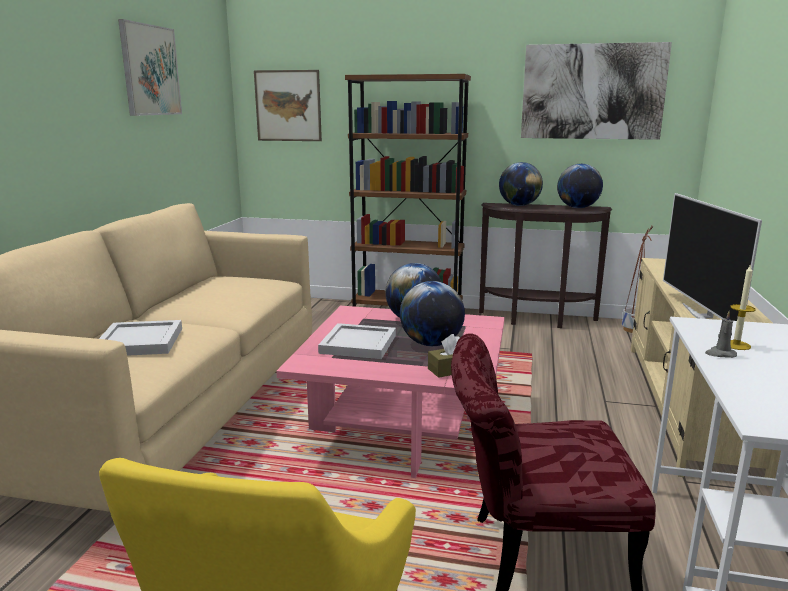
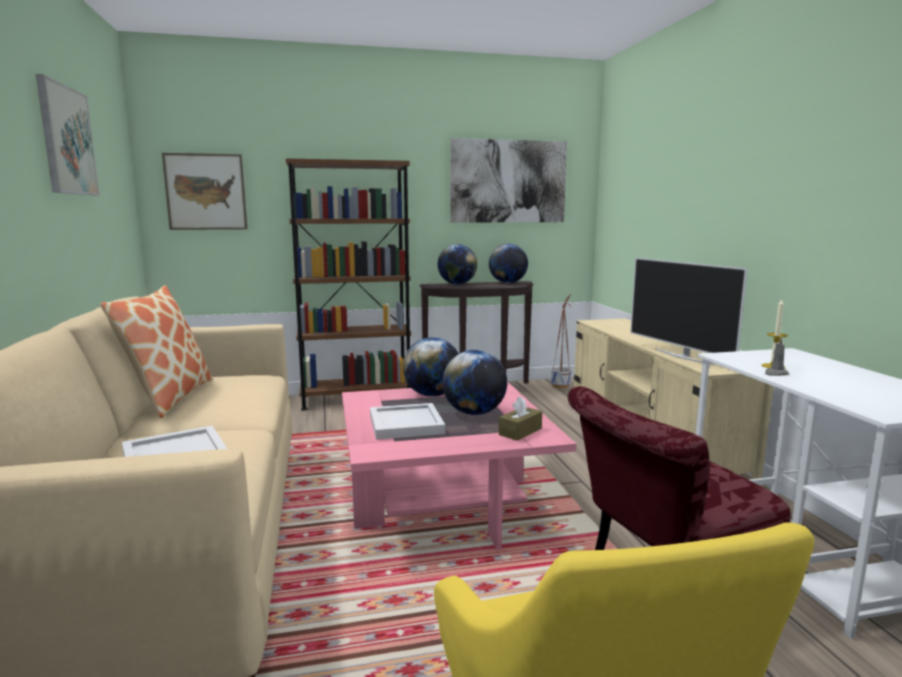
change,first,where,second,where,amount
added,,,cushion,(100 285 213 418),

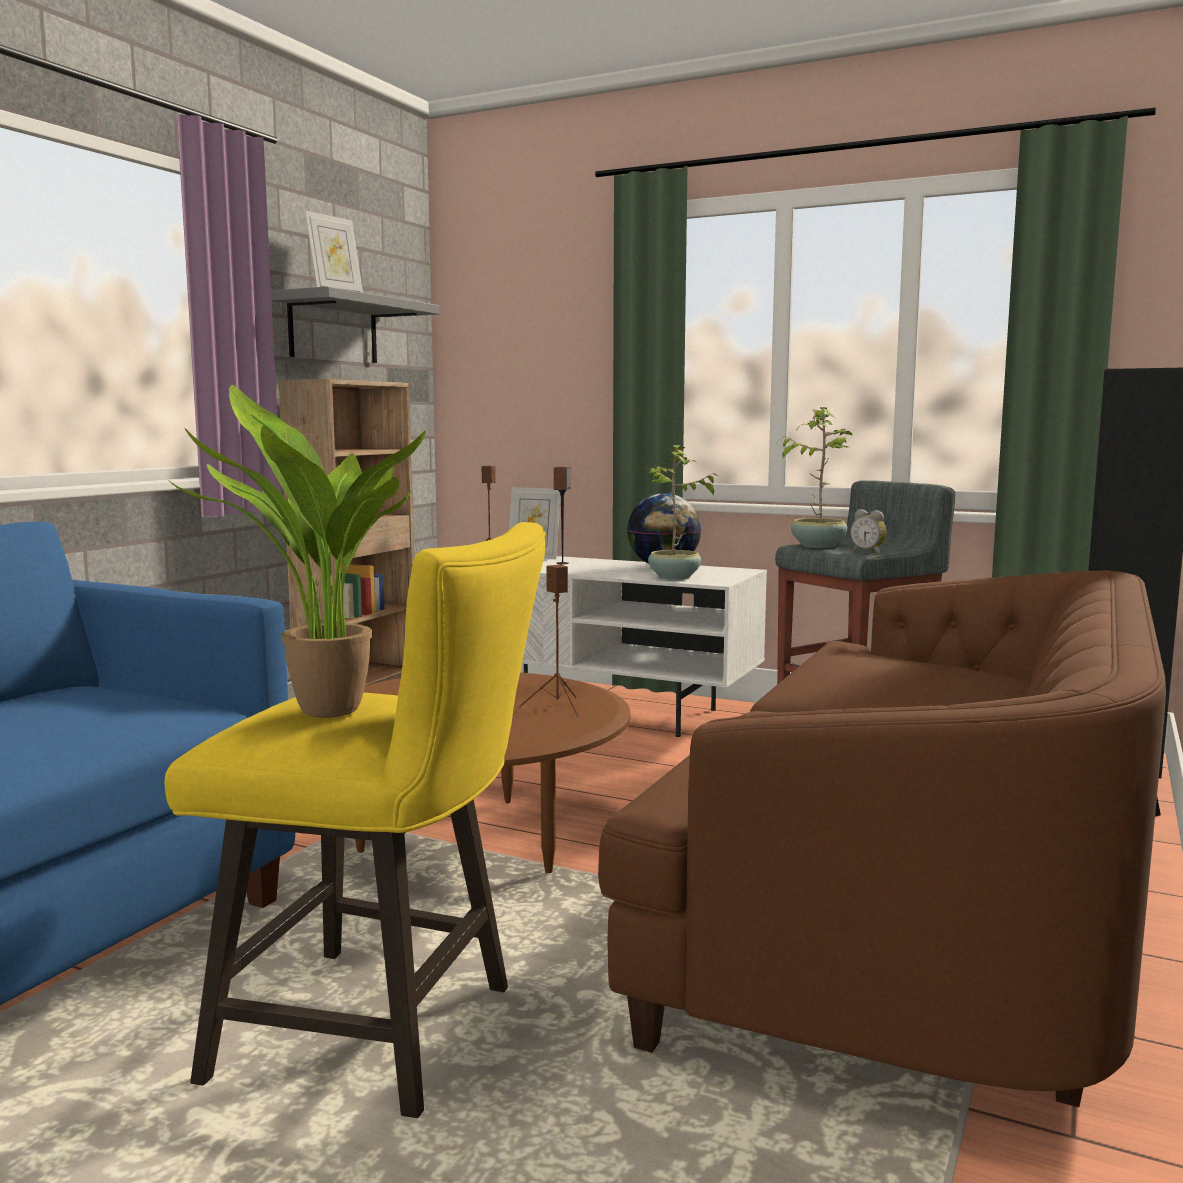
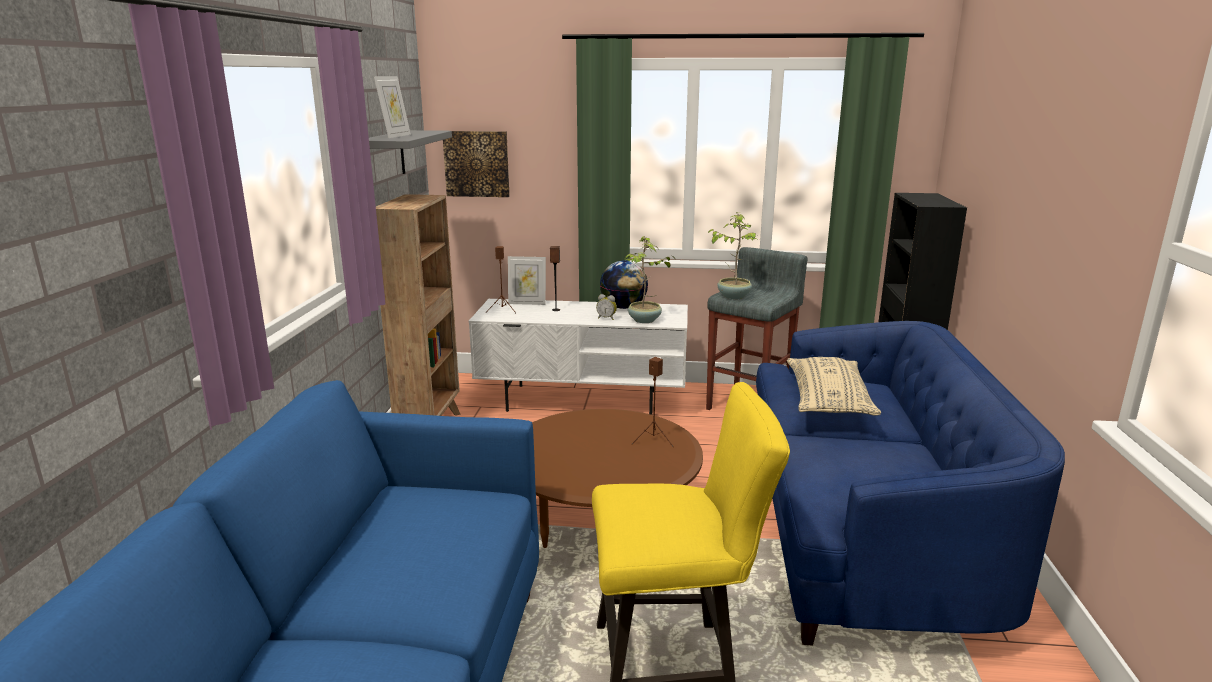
change,first,where,second,where,amount
removed,potted plant,(166 385 426 718),,,
added,,,wall picture,(443 131 509 197),
added,,,sand-coloured cushion,(787 357 881 416),
moved,bedside clock,(850 509 887 554),,(596 294 617 320),
recoloured,brownish sofa,(598 570 1166 1107),bluish sofa,(756 321 1065 646),

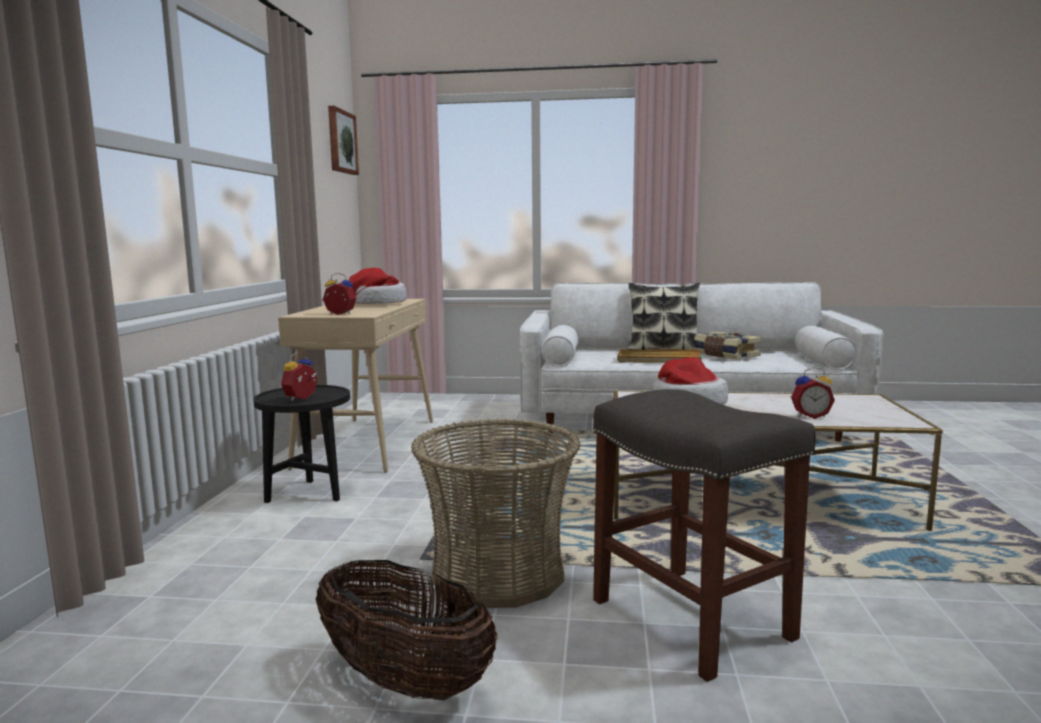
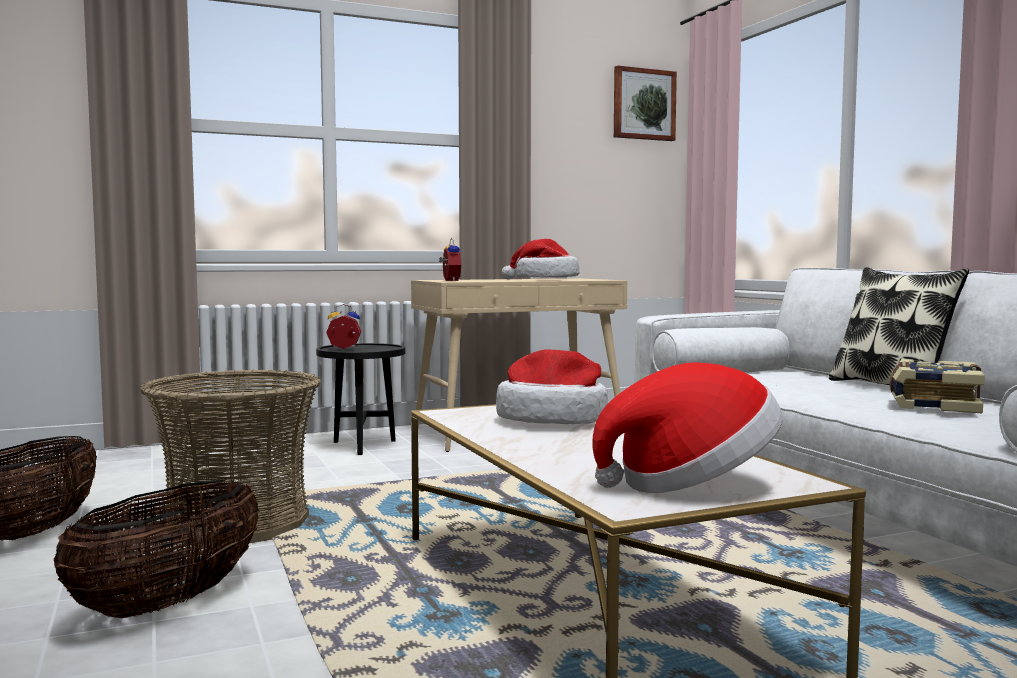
change,first,where,second,where,amount
removed,sand-coloured carrying tray,(617 349 702 363),,,
removed,bedside clock,(791 367 835 419),,,
added,,,clothing hat,(592 362 783 493),
replaced,greyish stool,(593 389 816 682),basket,(54 480 259 618),

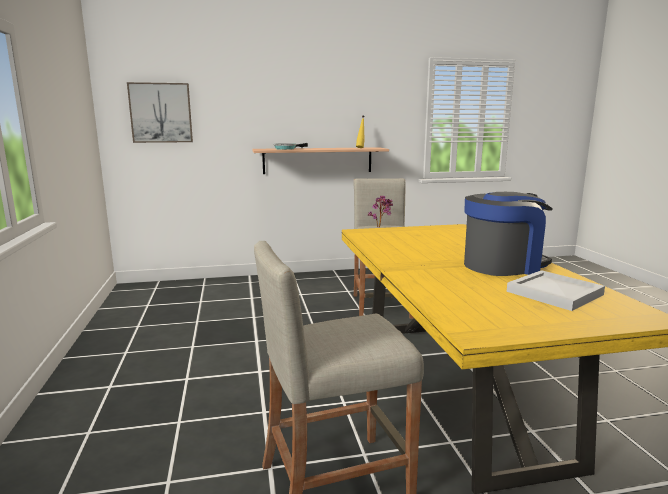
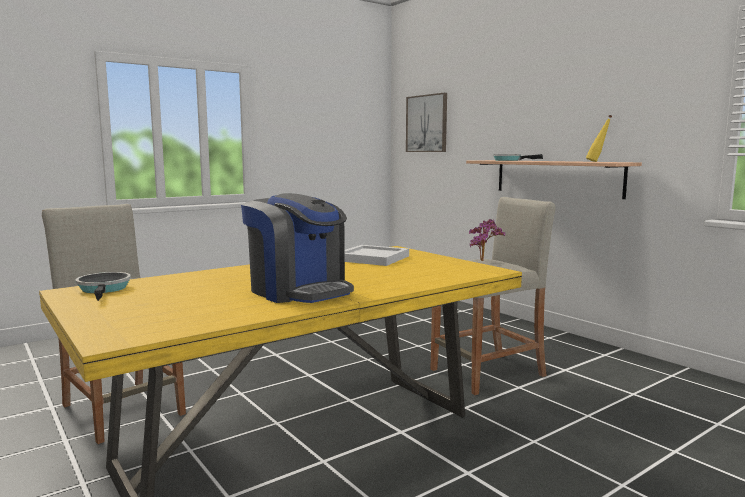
change,first,where,second,where,amount
added,,,pan,(76 272 131 301),
moved,whitish carrying tray,(507 270 605 311),,(345 245 409 266),

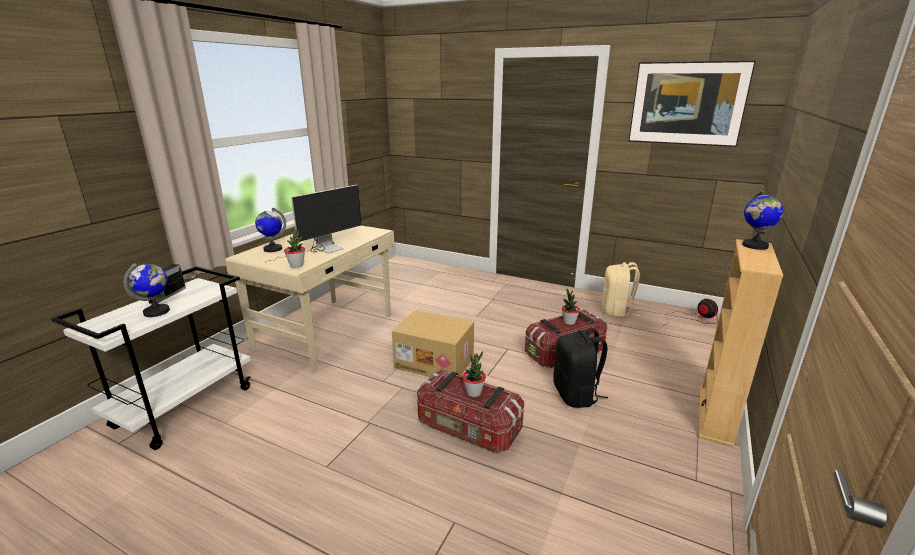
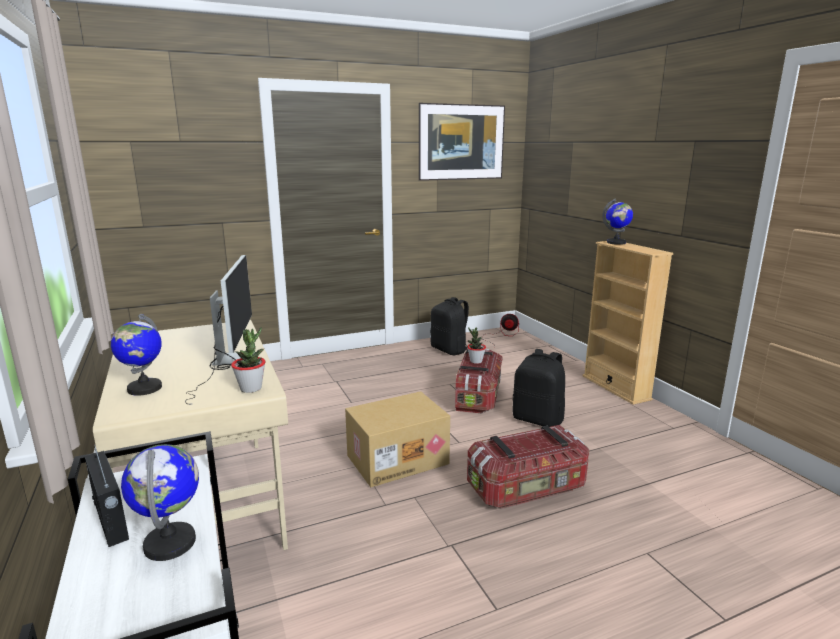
change,first,where,second,where,amount
removed,potted plant,(462 351 486 397),,,
recoloured,sand-coloured backpack,(602 262 640 318),black backpack,(430 297 469 355),

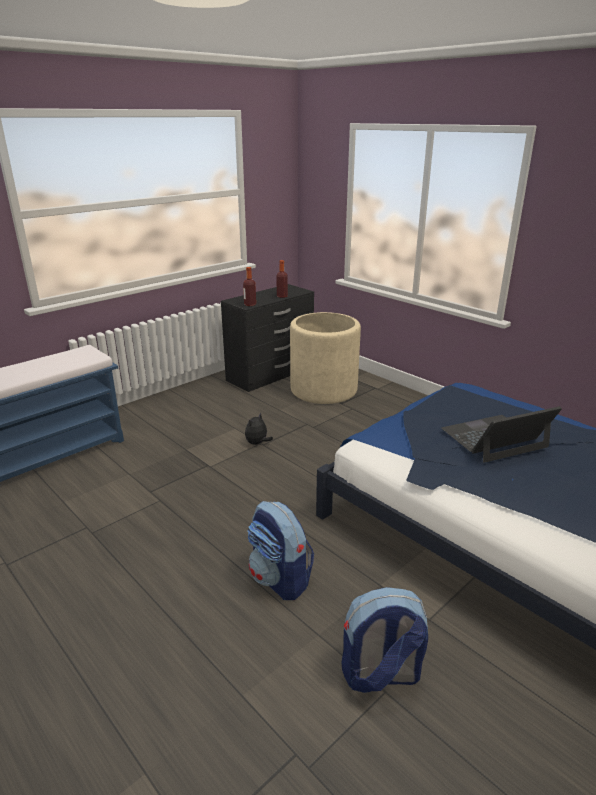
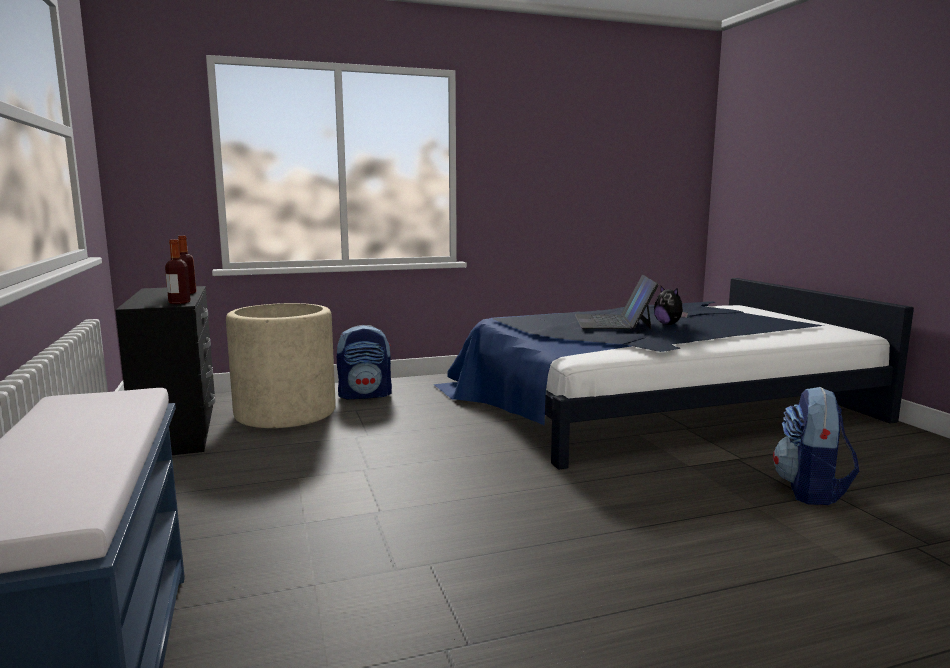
change,first,where,second,where,amount
moved,plush toy,(245 412 273 445),,(654 286 688 325),
moved,backpack,(247 501 314 600),,(337 325 392 399),

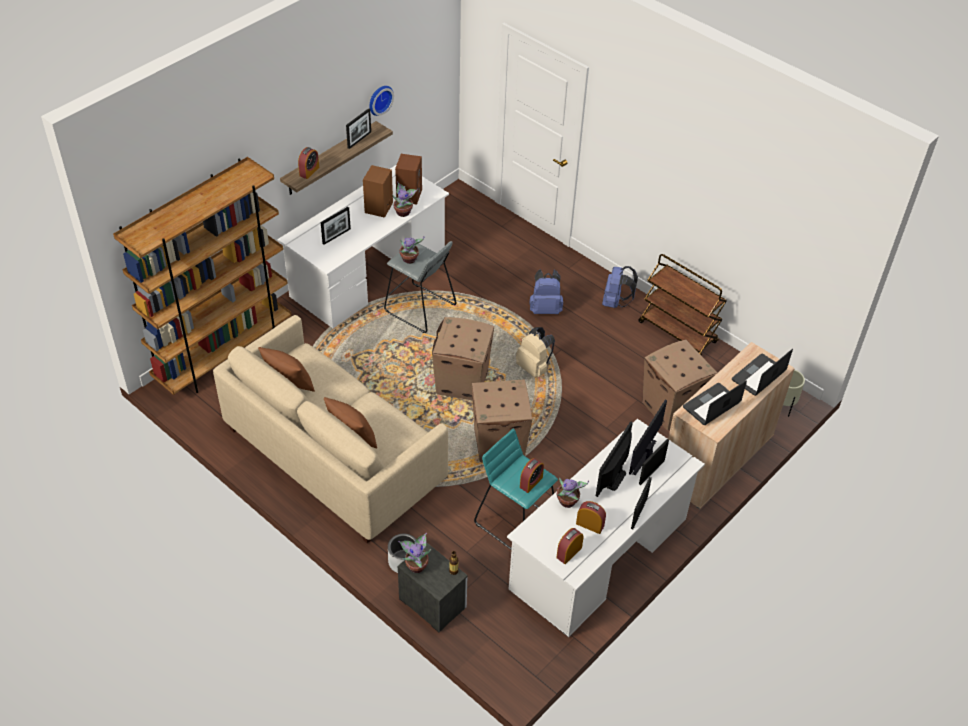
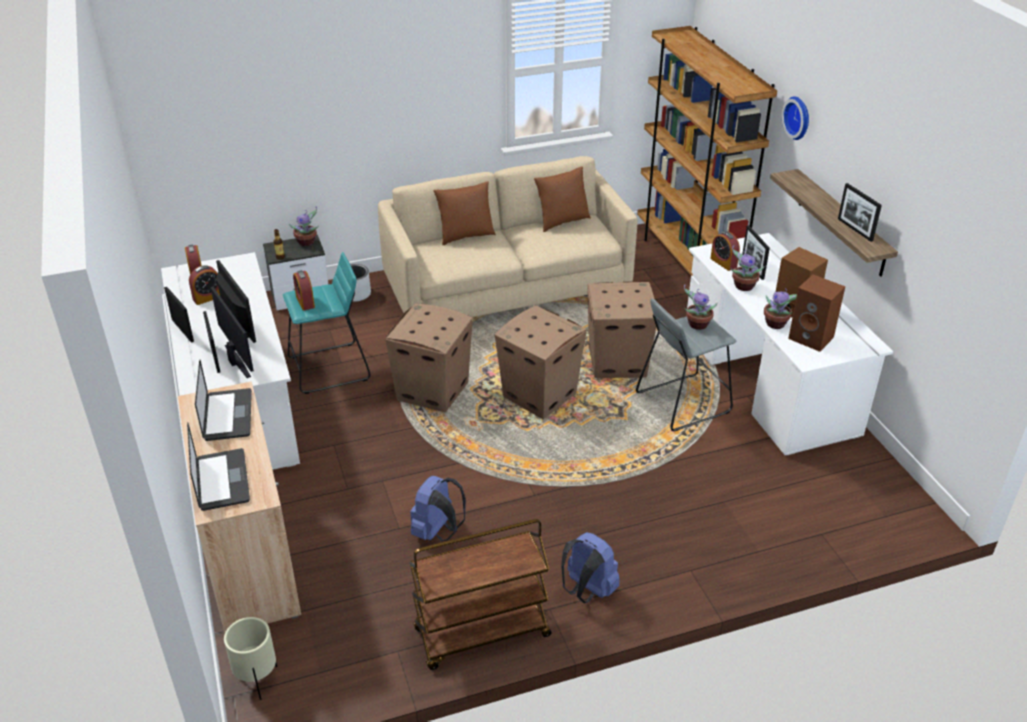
change,first,where,second,where,amount
removed,sand-coloured backpack,(516 327 555 378),,,
moved,bedside clock,(298 147 319 179),,(710 231 740 271),
moved,hanging clock,(370 86 394 116),,(782 96 809 140),
moved,bluish backpack,(530 269 563 314),,(410 476 466 541),
moved,potted plant,(557 478 589 508),,(731 245 765 291),
moved,cardboard box,(642 340 717 430),,(587 282 656 378),

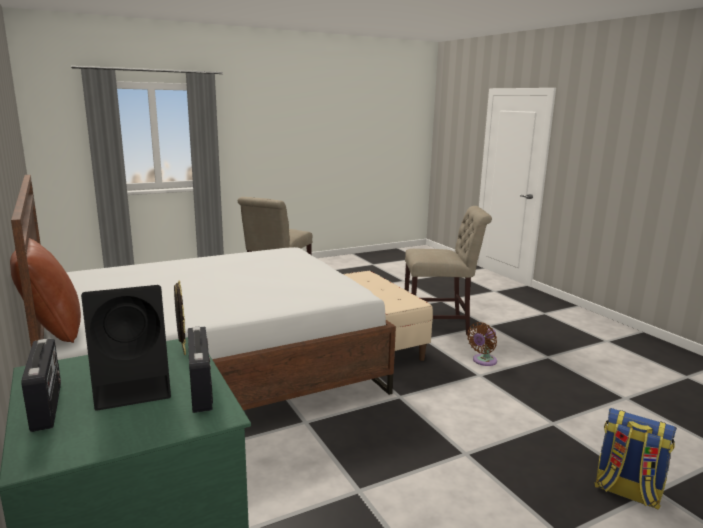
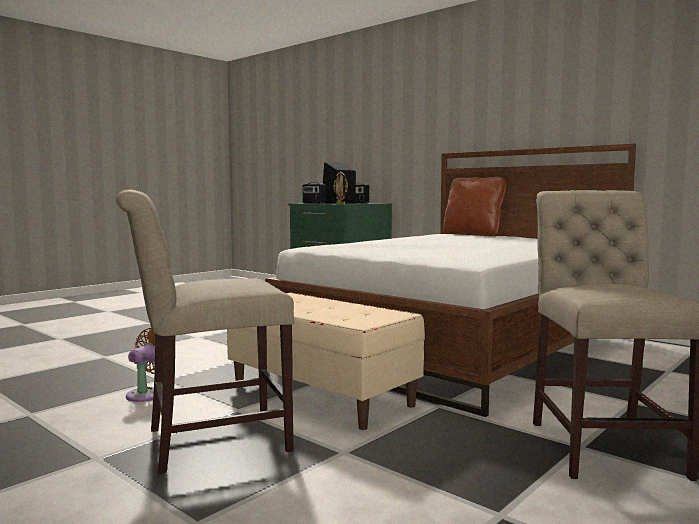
change,first,where,second,where,amount
removed,backpack,(594 408 677 510),,,

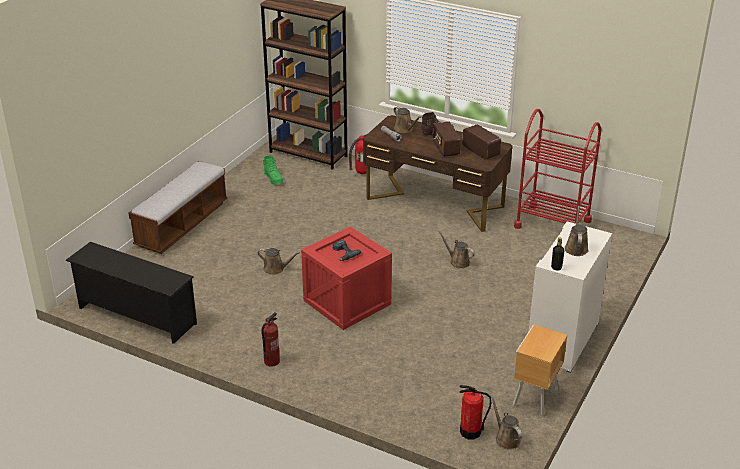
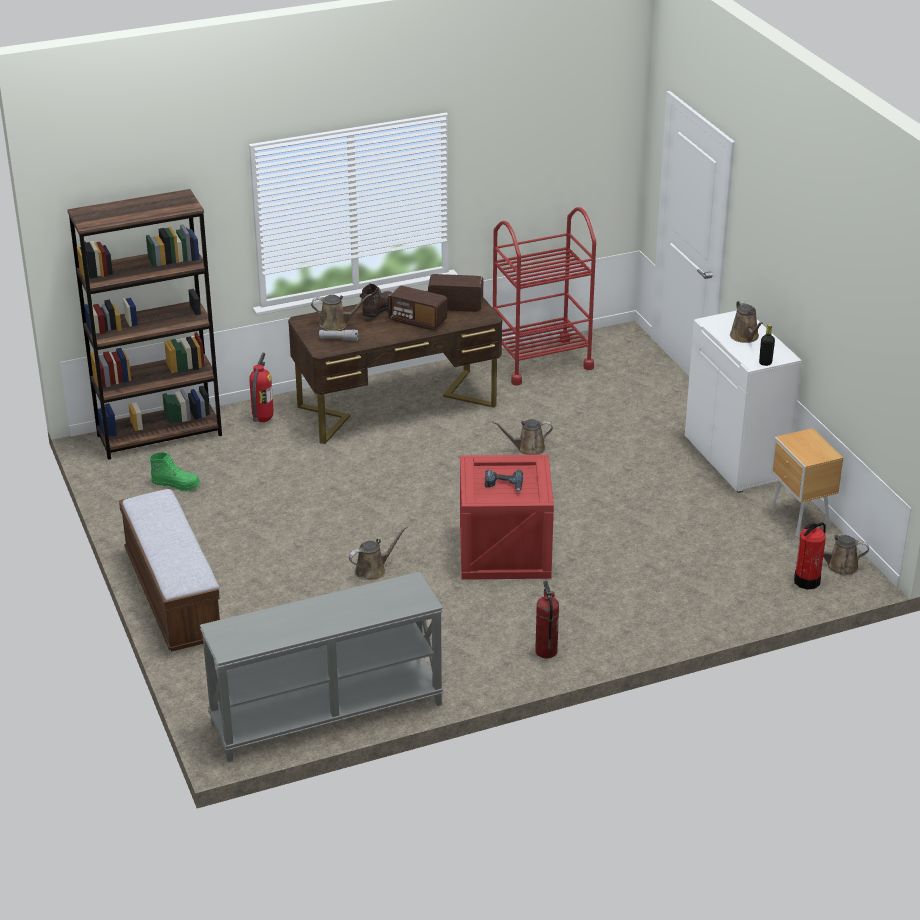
change,first,where,second,where,amount
replaced,black shoe stand,(65 242 197 344),greyish hall table,(200 571 444 762),
turned,brownish sprinkling can,(564 206 589 256),,(730 300 763 343),150 degrees counterclockwise

